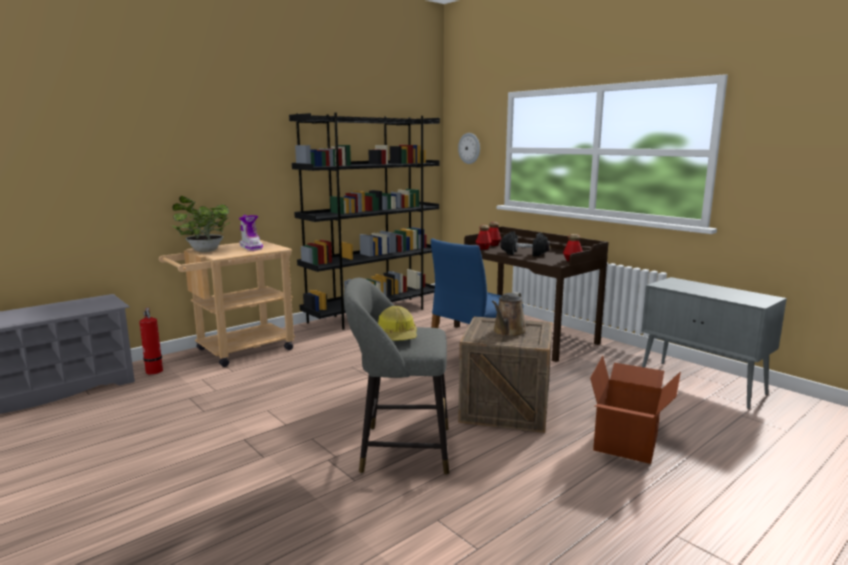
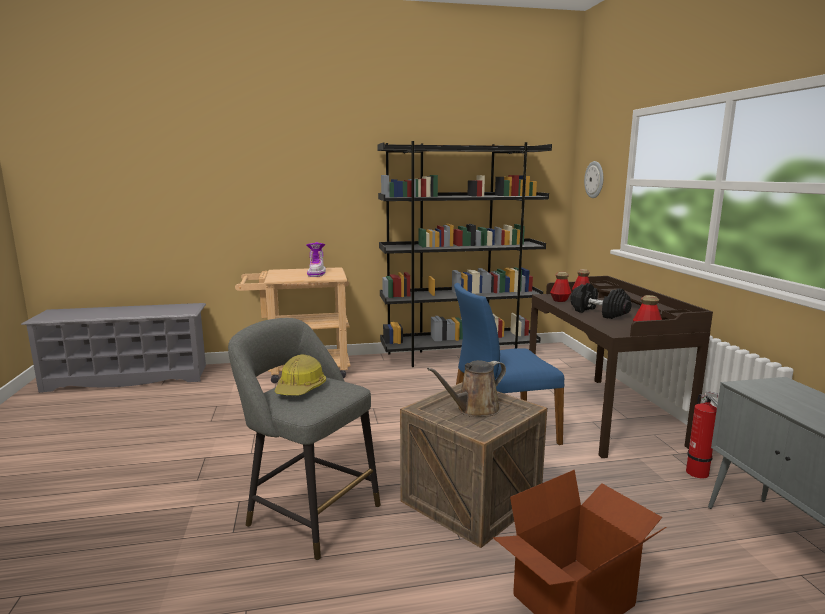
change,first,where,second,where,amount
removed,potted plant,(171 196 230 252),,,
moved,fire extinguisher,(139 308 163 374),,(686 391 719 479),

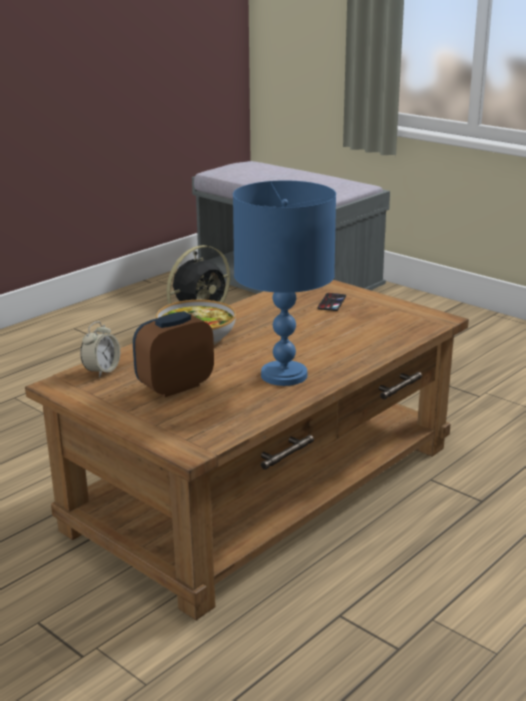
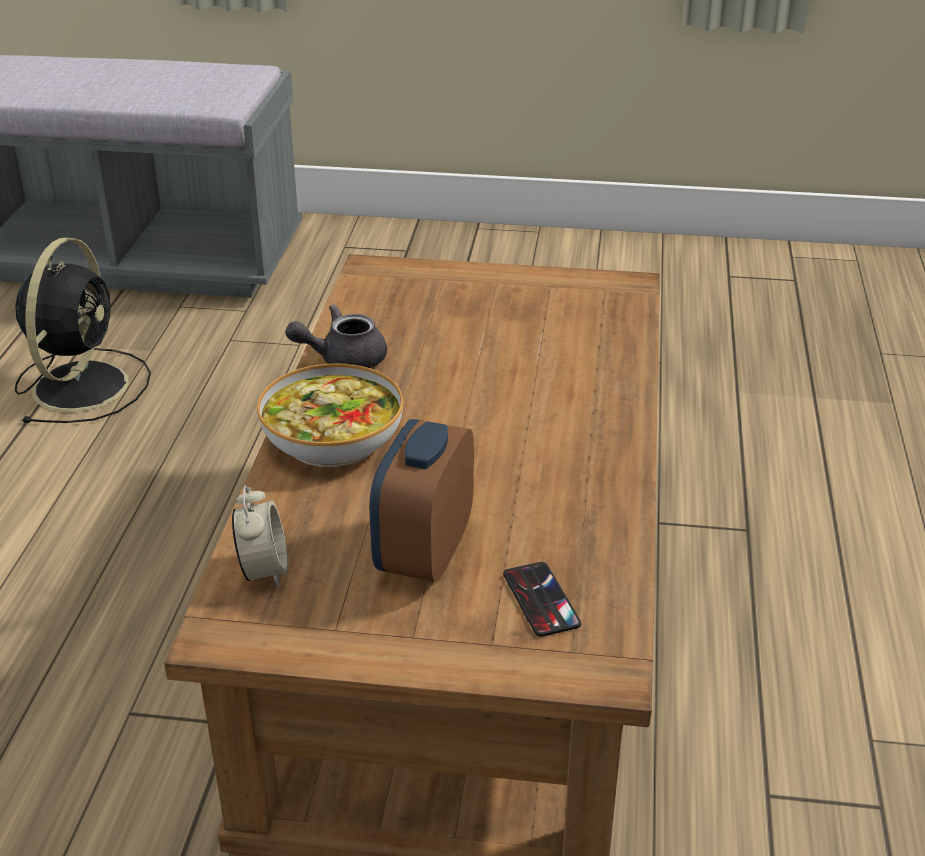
change,first,where,second,where,amount
removed,bluish table lamp,(233 180 336 386),,,
added,,,greyish teapot,(285 304 387 368),
moved,phone,(318 293 346 311),,(503 562 581 637),

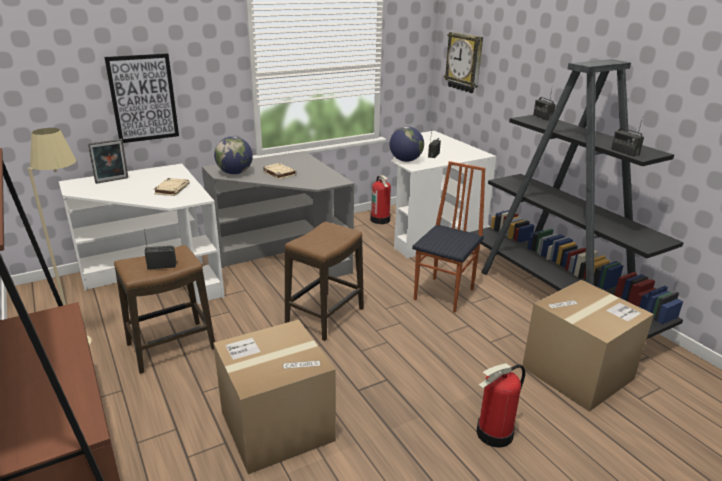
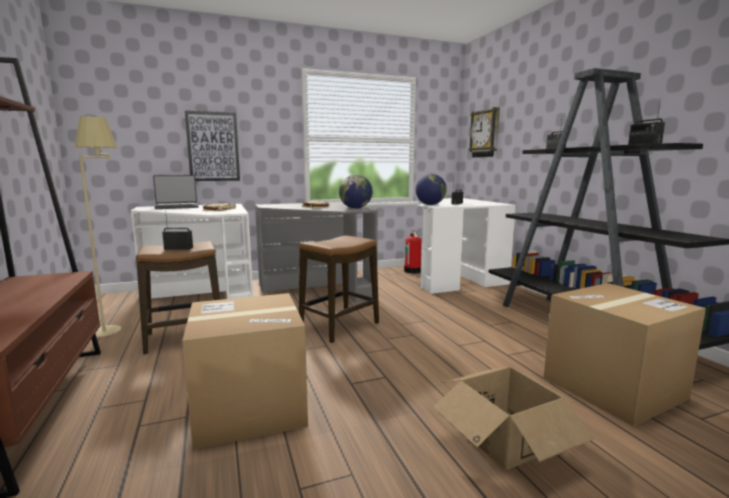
change,first,where,second,where,amount
removed,upright chair,(412 161 486 313),,,
moved,world globe,(214 136 253 174),,(339 175 372 209),
replaced,standing frame,(88 139 128 184),notebook computer,(153 175 199 209),
replaced,fire extinguisher,(476 363 525 448),cardboard box,(433 367 594 470),

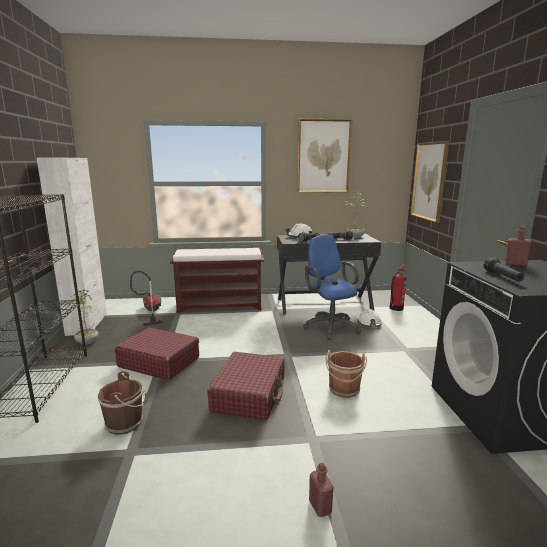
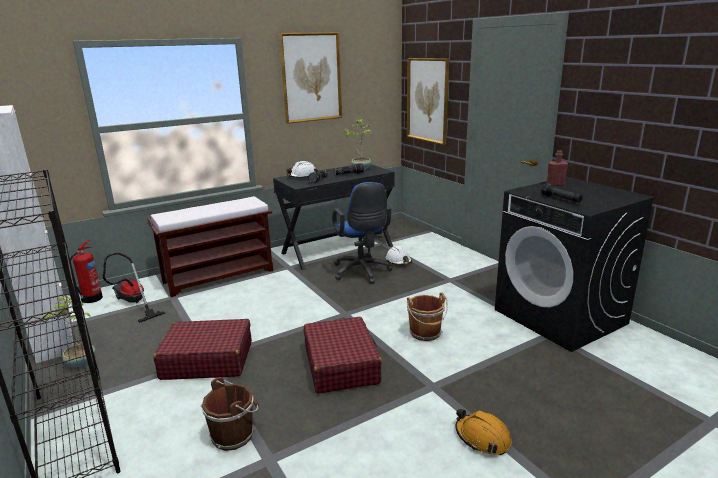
change,first,where,second,where,amount
moved,fire extinguisher,(390 264 407 311),,(70 240 103 303),
replaced,reddish bottle,(309 463 334 517),orange-coloured hard hat,(455 409 512 455),
turned,bluish computer chair,(303 234 361 340),,(332 182 393 284),150 degrees counterclockwise

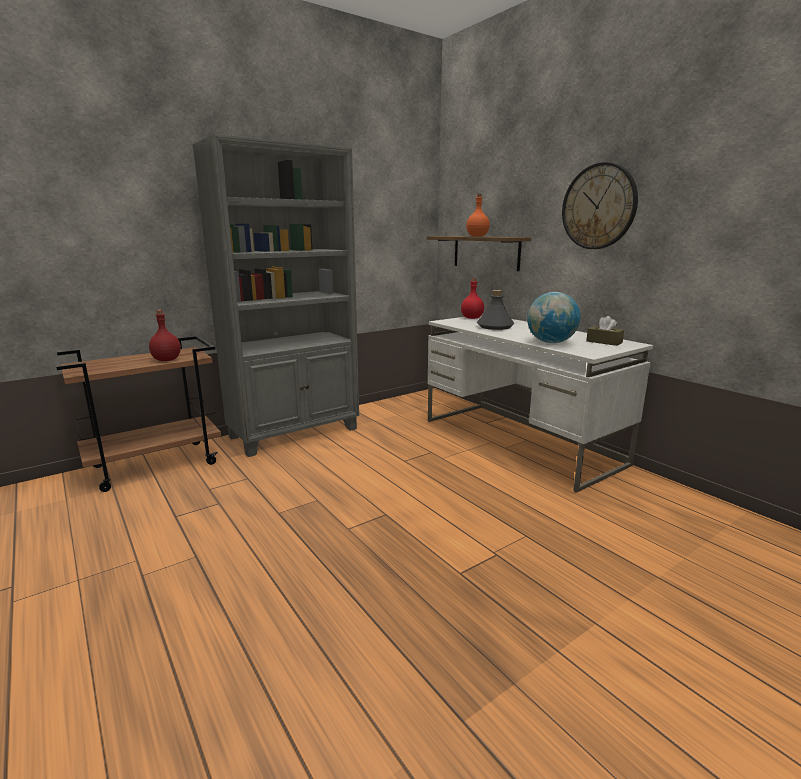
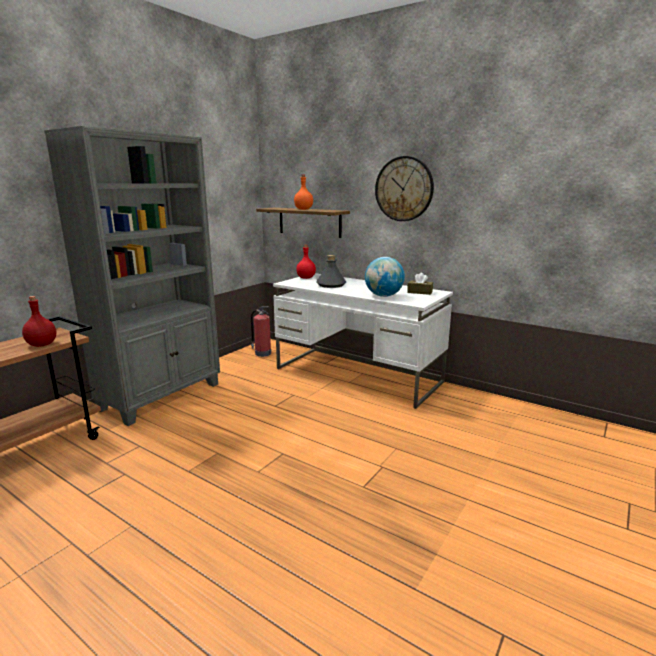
change,first,where,second,where,amount
added,,,fire extinguisher,(251 306 271 357),

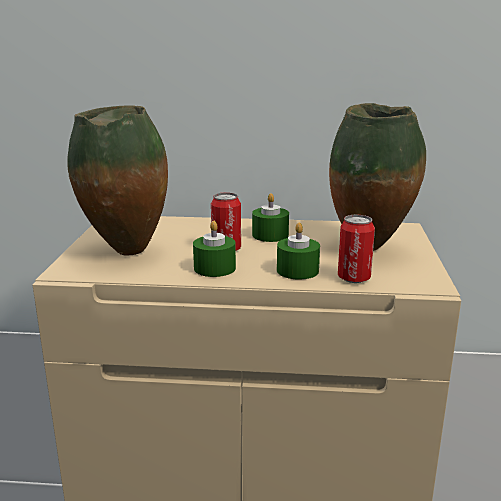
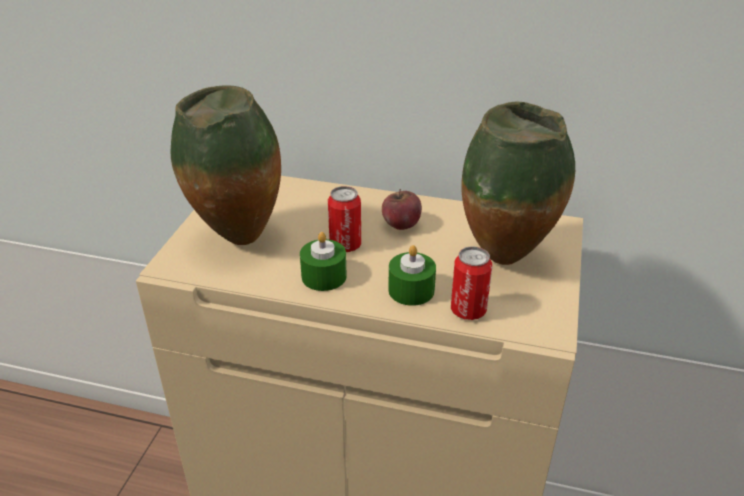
change,first,where,second,where,amount
replaced,greenish wax light,(252 193 289 242),apple fruit,(382 189 422 230),

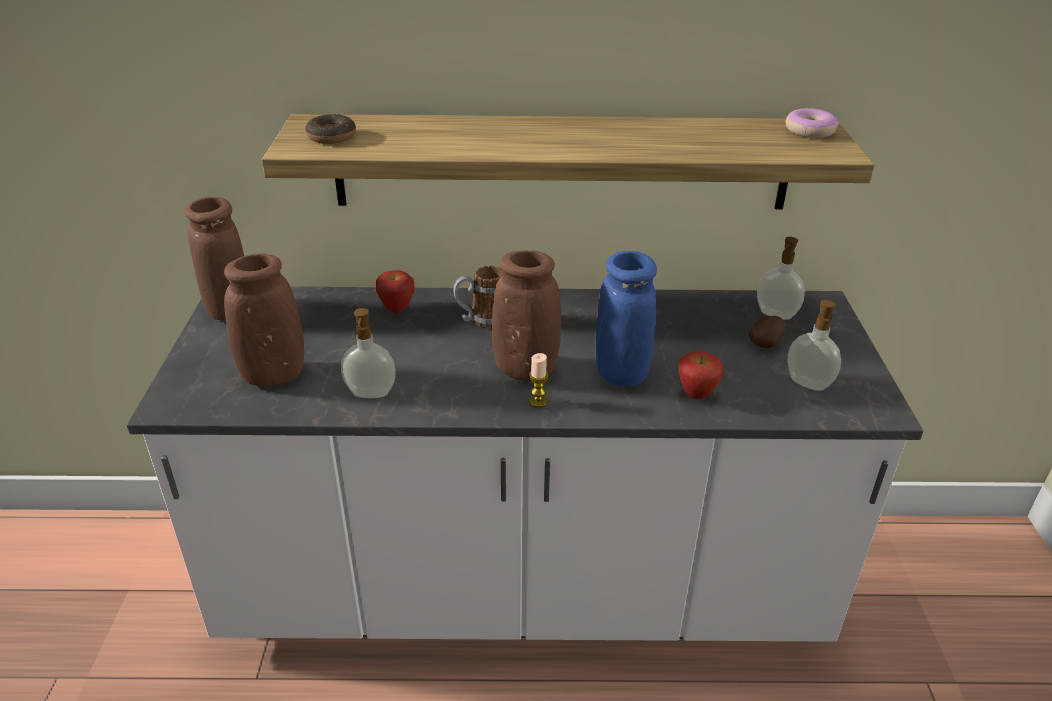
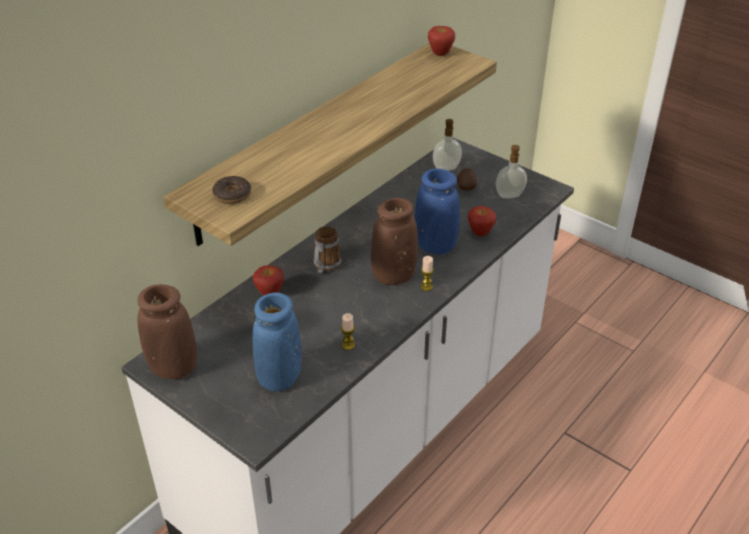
change,first,where,second,where,amount
replaced,soap dispenser,(341 308 396 398),wax light,(341 313 355 350),
replaced,donut,(785 108 838 138),apple fruit,(428 26 455 56),
recoloured,brownish flower vase,(224 253 304 386),bluish flower vase,(253 293 302 391),

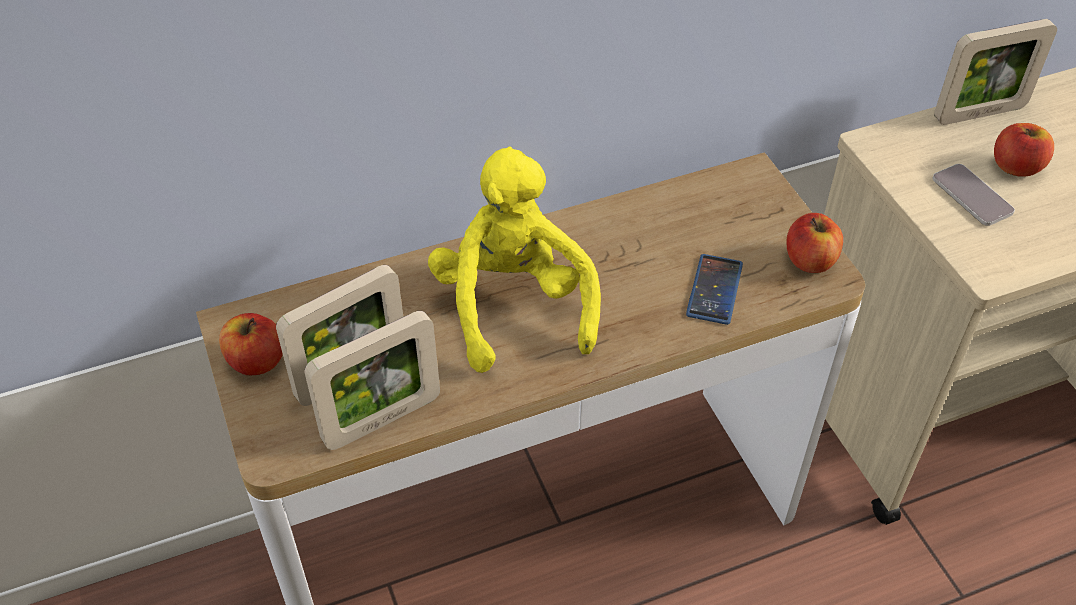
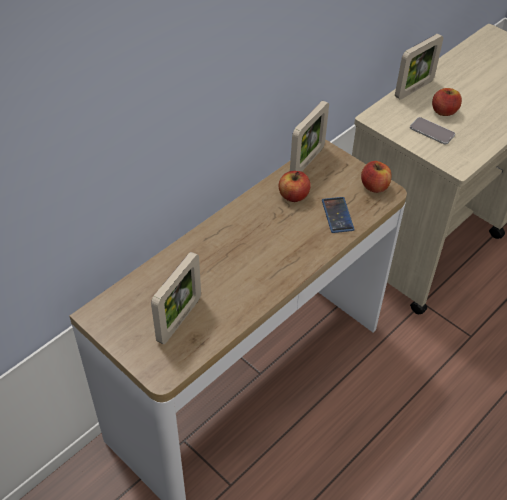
change,first,where,second,where,amount
removed,yellowish plush toy,(428 147 601 373),,,
moved,apple fruit,(219 313 283 375),,(279 171 311 202),
moved,standing frame,(304 311 440 450),,(290 101 329 172),

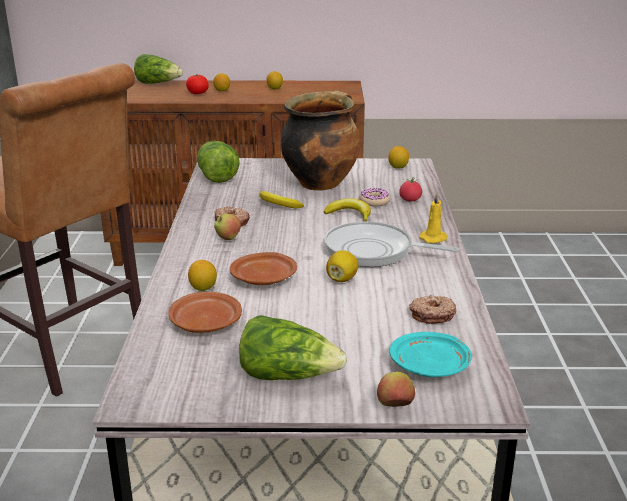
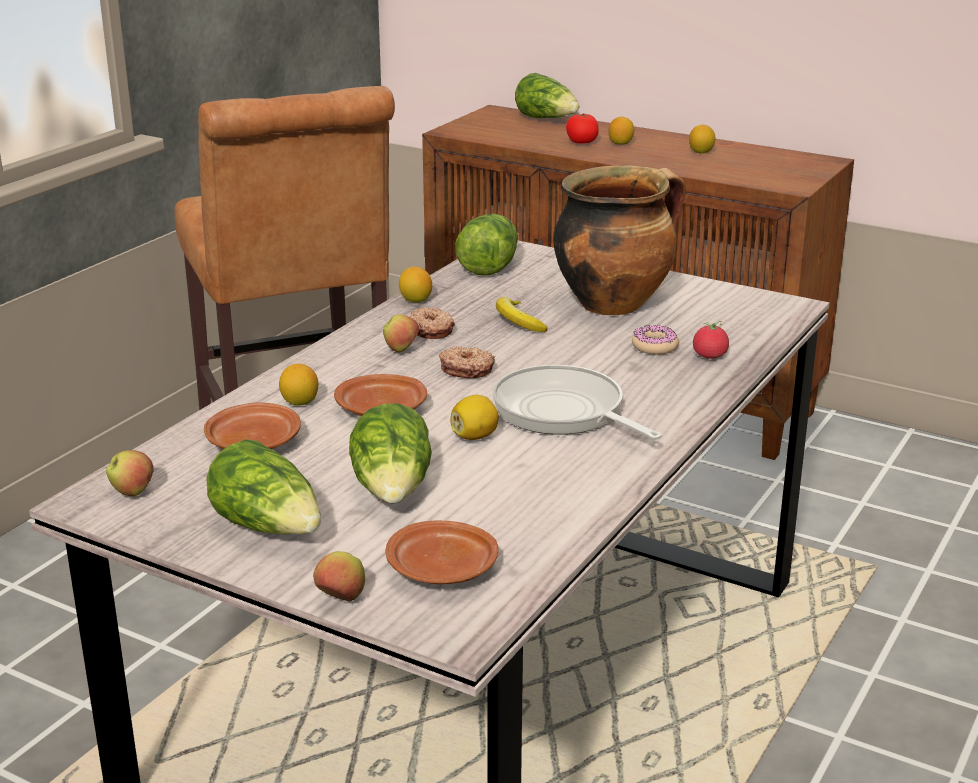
change,first,where,second,where,amount
removed,banana,(324 198 371 221),,,
removed,yellowish wax light,(419 193 448 243),,,
added,,,apple fruit,(106 450 154 496),
added,,,head of lettuce,(349 404 432 503),
moved,whole lemon,(388 146 409 168),,(399 267 432 303),
moved,donut,(409 295 456 324),,(439 346 495 378),
recoloured,turquoise plate,(389 332 472 377),brownish plate,(386 521 498 584),

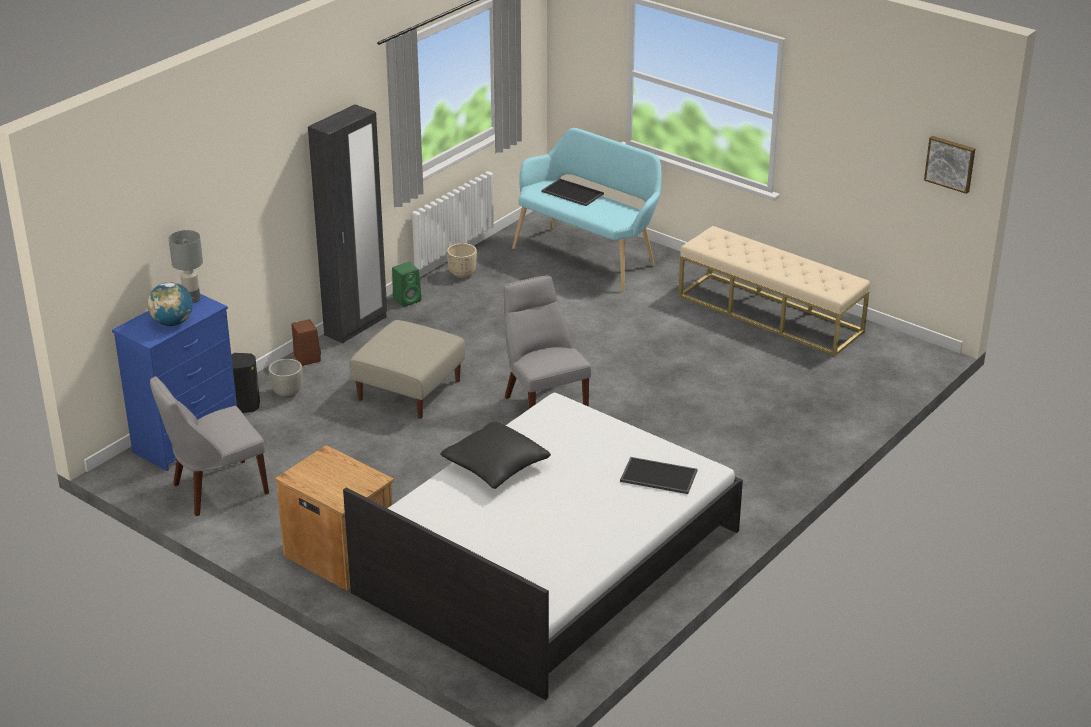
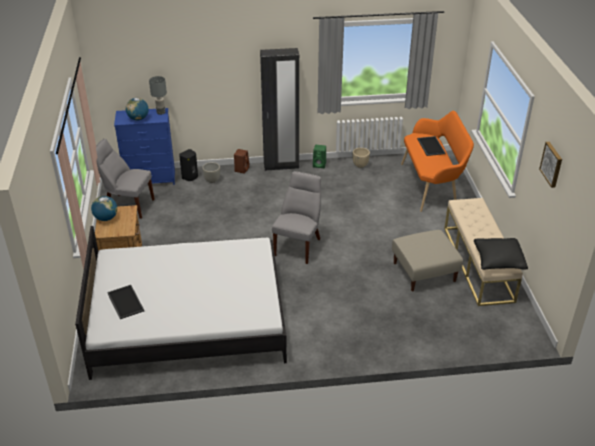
change,first,where,second,where,amount
added,,,world globe,(91 196 117 221),
moved,sand-coloured ottoman,(349 320 465 419),,(392 230 463 291),
moved,black cushion,(440 422 551 489),,(474 238 528 270),
moved,carrying tray,(620 457 698 494),,(107 285 144 319),
moved,wall picture,(924 136 975 194),,(539 142 562 188),
recoloured,turquoise bench,(512 128 662 291),orange-coloured bench,(401 111 474 212),

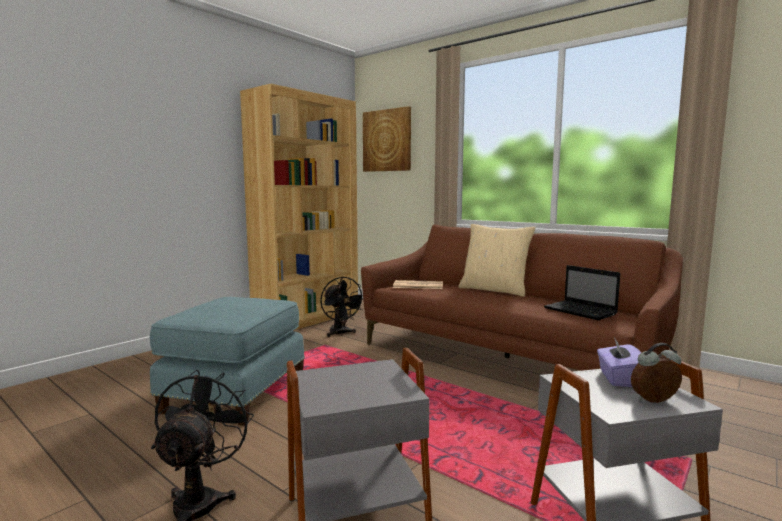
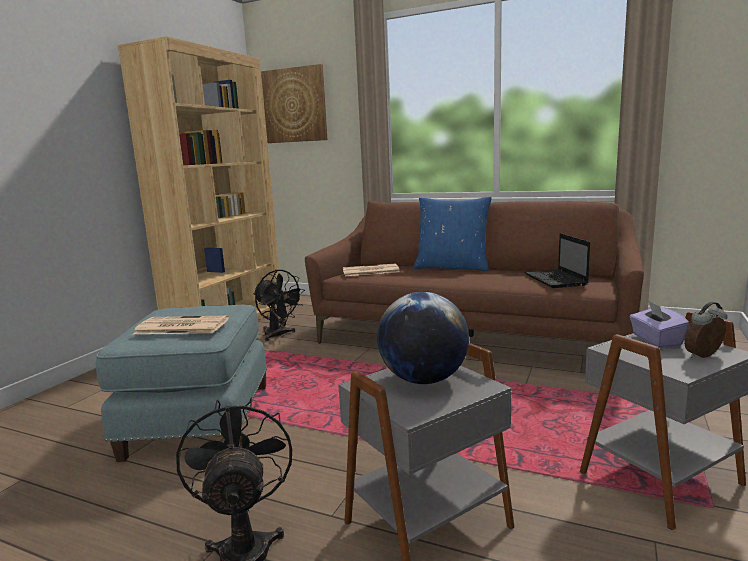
change,first,where,second,where,amount
added,,,daily paper,(133 315 229 334),
added,,,world globe,(377 292 469 384),
recoloured,sand-coloured cushion,(459 224 536 297),bluish cushion,(414 197 492 271),
turned,notebook computer,(544 265 620 320),,(525 233 590 288),45 degrees clockwise

